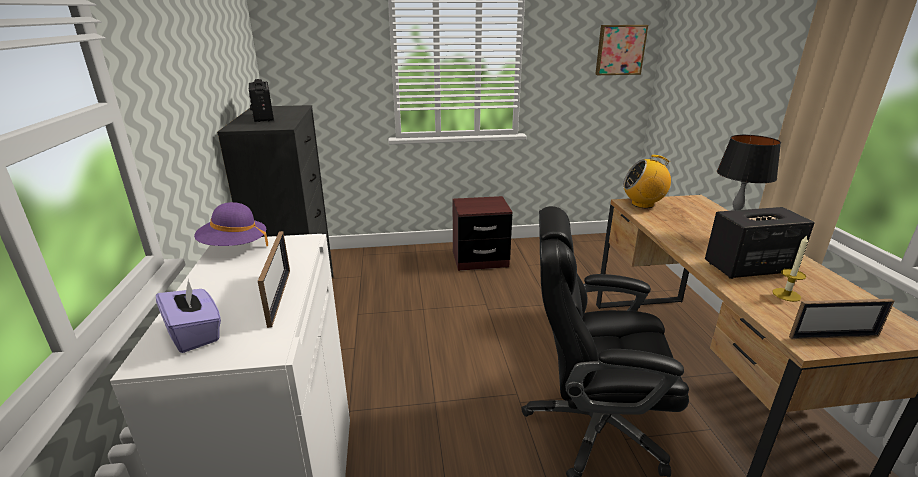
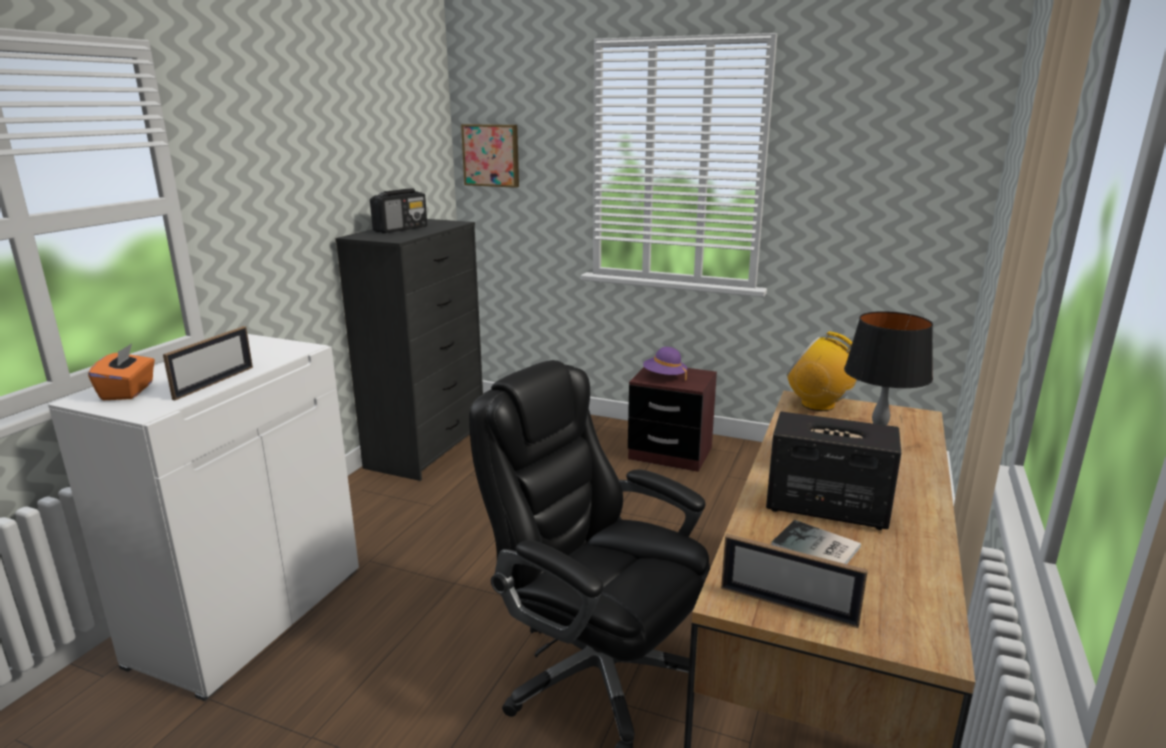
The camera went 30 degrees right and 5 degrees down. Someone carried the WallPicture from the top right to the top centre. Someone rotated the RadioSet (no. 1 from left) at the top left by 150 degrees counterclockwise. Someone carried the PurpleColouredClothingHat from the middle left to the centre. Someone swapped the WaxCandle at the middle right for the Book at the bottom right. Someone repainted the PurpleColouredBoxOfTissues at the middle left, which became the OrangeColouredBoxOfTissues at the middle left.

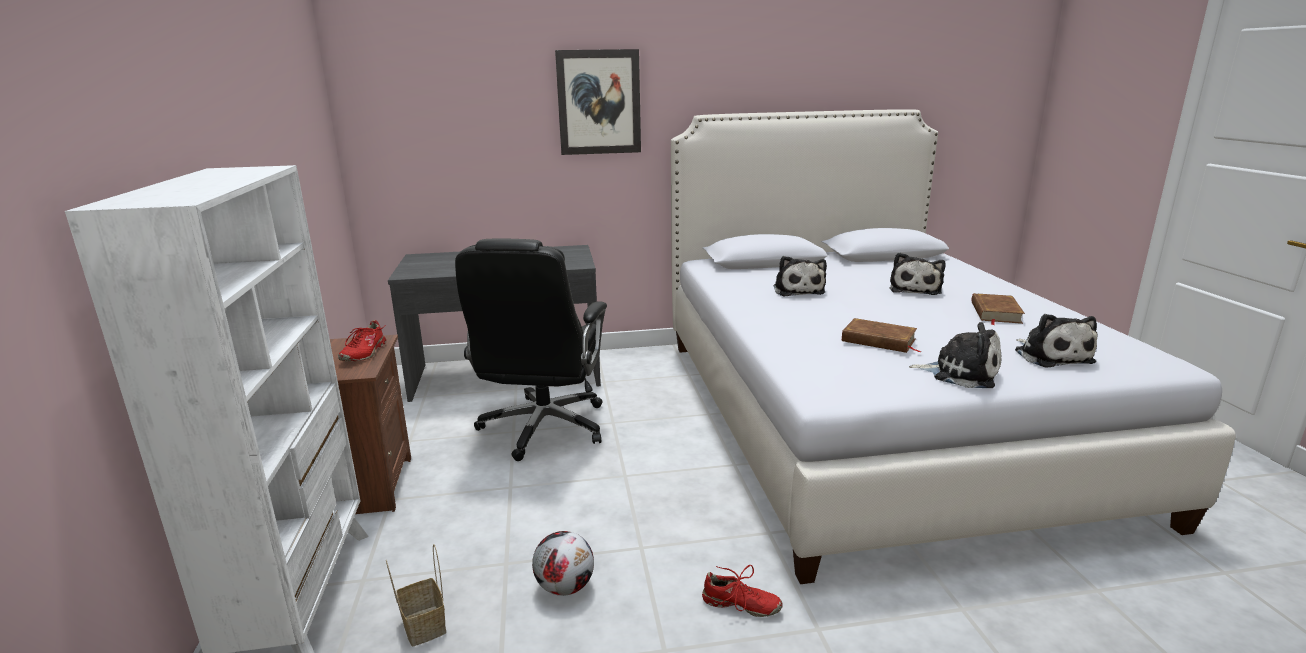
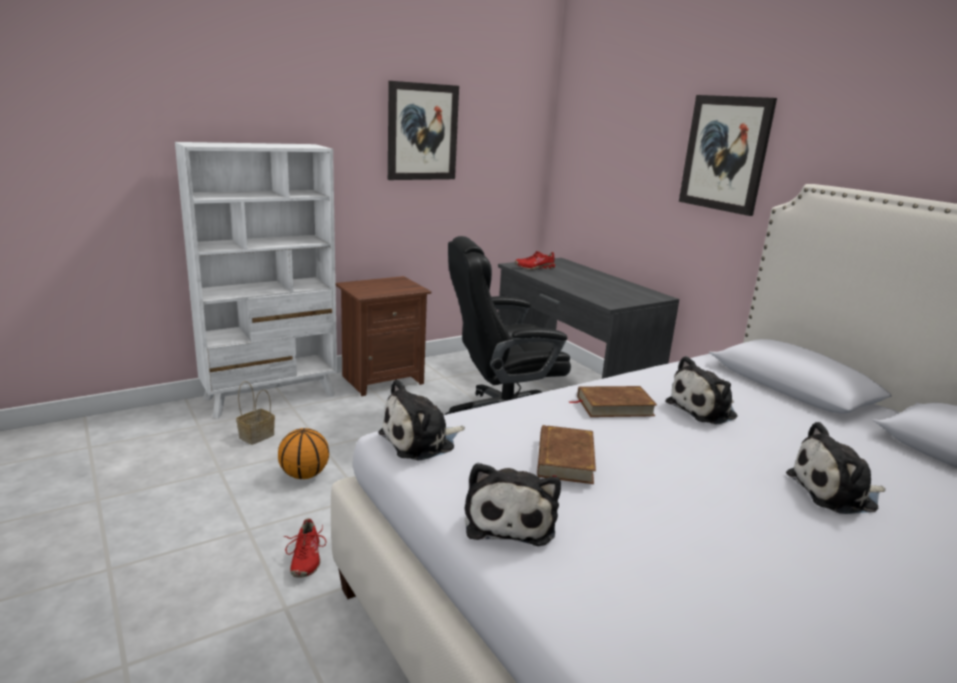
The camera went 65 degrees right and 0 degrees up. Someone carried the BrownColouredBook (no. 2 from left) from the middle right to the centre. Someone carried the SoftToy (no. 4 from left in the first image) from the middle right to the centre. Someone carried the RedLowShoe (no. 1 from left in the first image) from the middle left to the centre. Someone swapped the Football at the bottom centre for the BallForBasketball at the middle left. Someone put up the WallPicture (no. 1 from left) at the top centre.

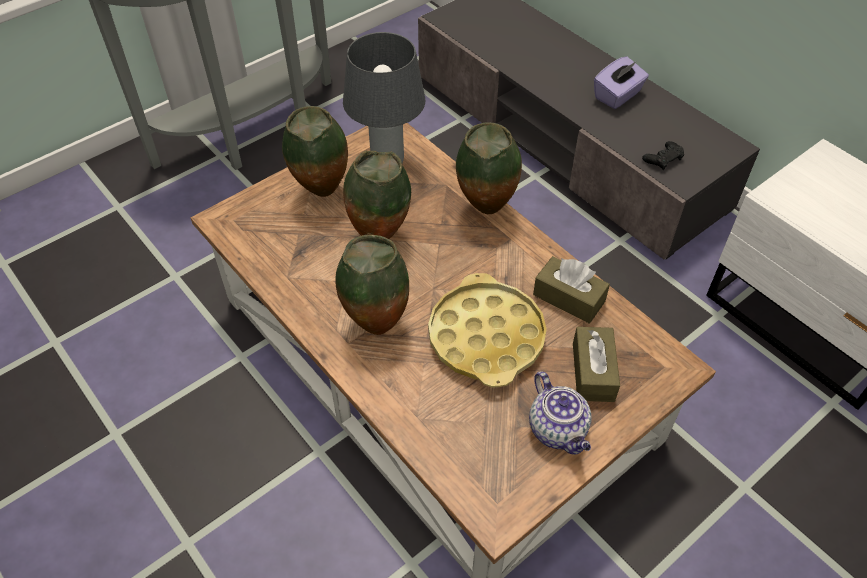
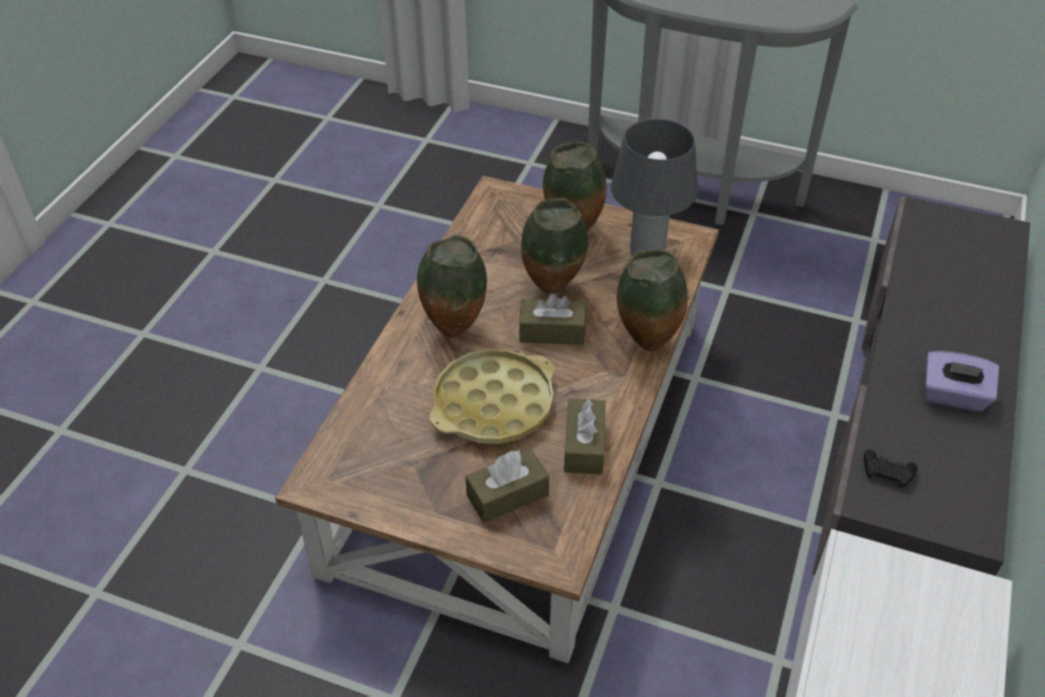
The camera went 60 degrees right and 5 degrees down. Someone took away the Teapot at the bottom centre. Someone put down the BrownColouredBoxOfTissues (no. 2 from left) at the centre.

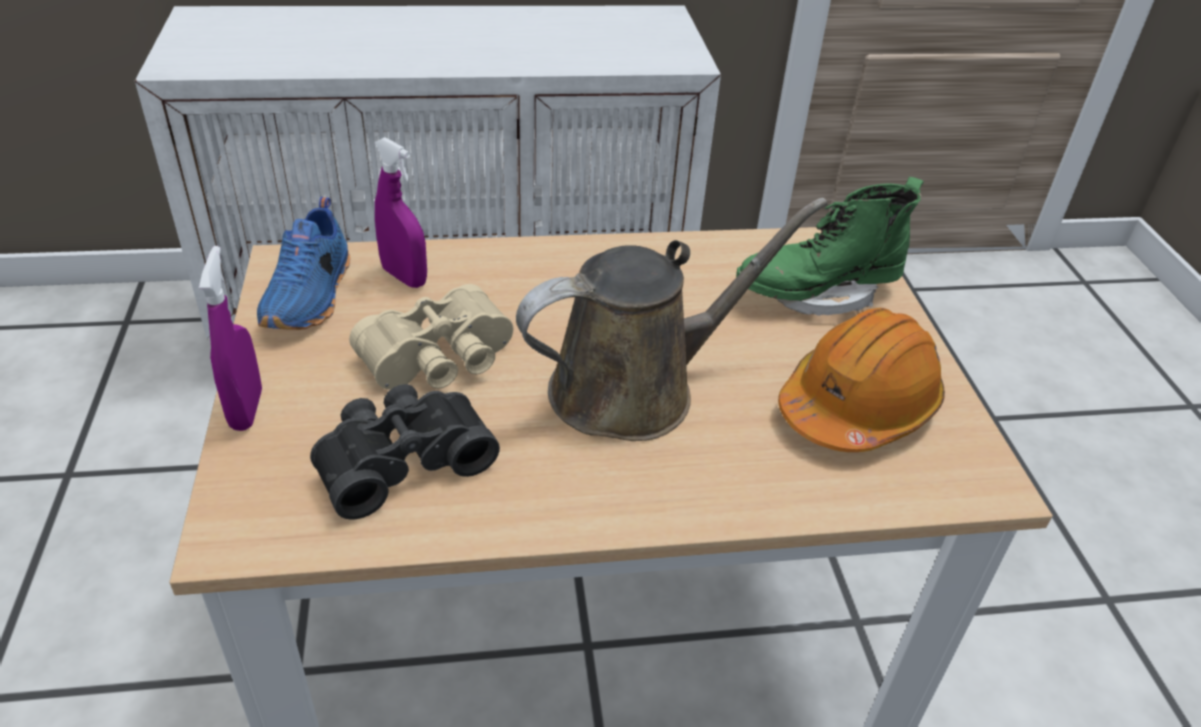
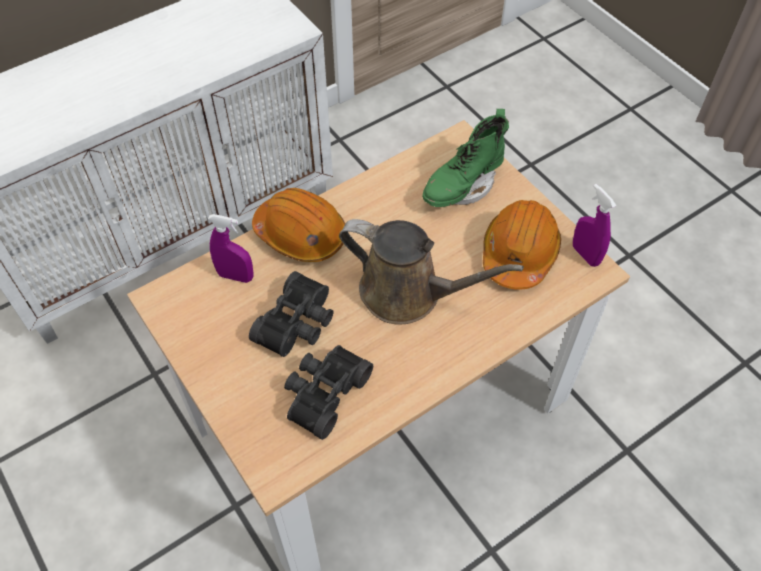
The camera went 25 degrees left and 15 degrees up. Someone took away the BlueLowShoe at the middle left. Someone rotated the BrownColouredSprinklingCan at the centre by 75 degrees clockwise. Someone carried the PurpleColouredHandSprayer (no. 1 from left in the first image) from the middle left to the middle right. Someone repainted the BeigeFieldGlasses at the centre, which became the BlackishFieldGlasses (no. 1 from left) at the centre. Someone put down the OrangeColouredSafetyHelmet (no. 1 from left) at the centre.

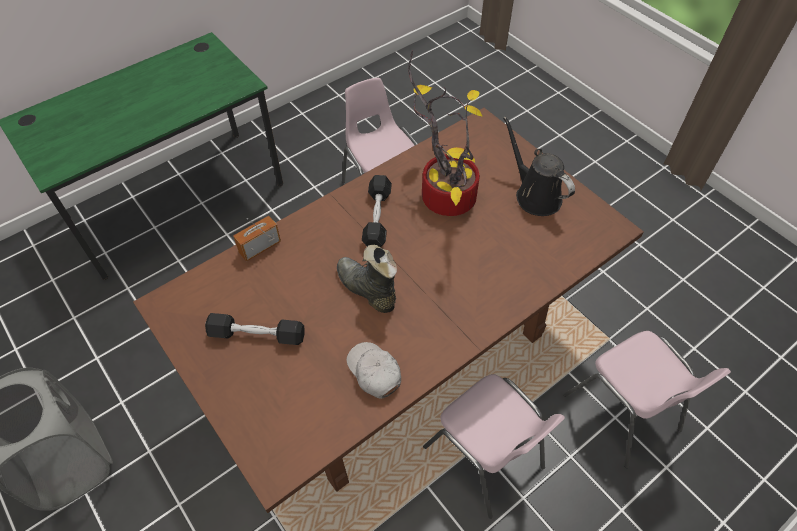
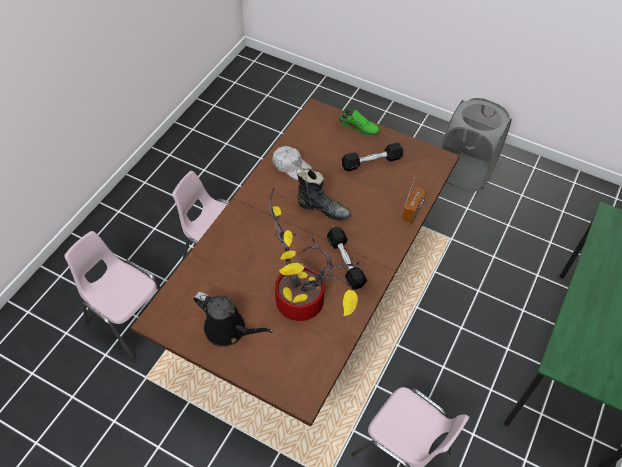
The camera went 155 degrees right and 0 degrees up. Someone put down the GreenishLowShoe at the top centre.

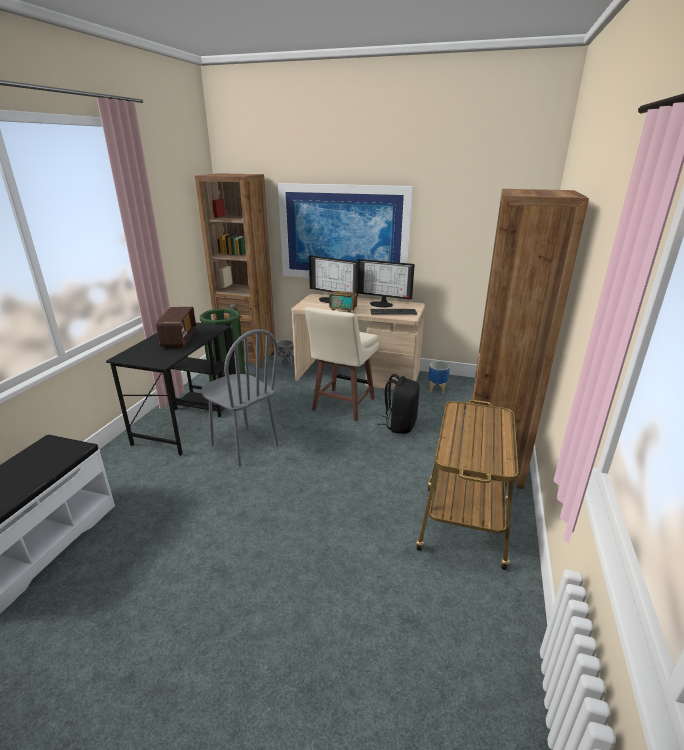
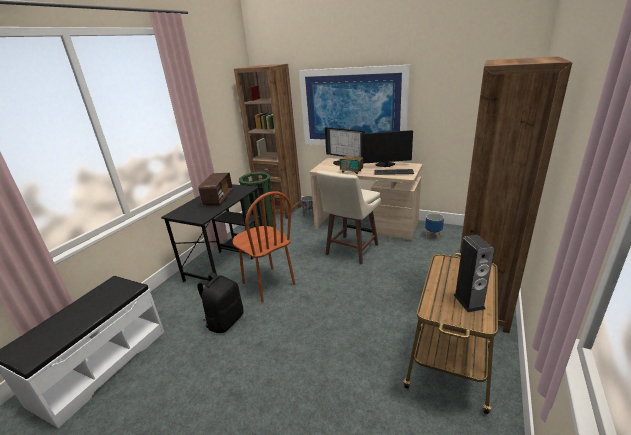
The camera went 10 degrees right and 0 degrees up. Someone rotated the ComputerDisplay (no. 2 from left) at the centre by 150 degrees clockwise. Someone repainted the GreyishChair at the centre, which became the BrownColouredChair at the centre. Someone carried the BlackishBackpack from the centre to the bottom centre. Someone put down the Speaker at the middle right.

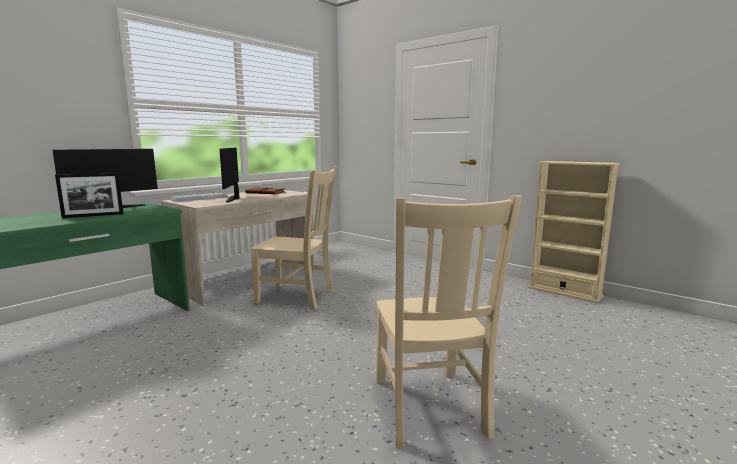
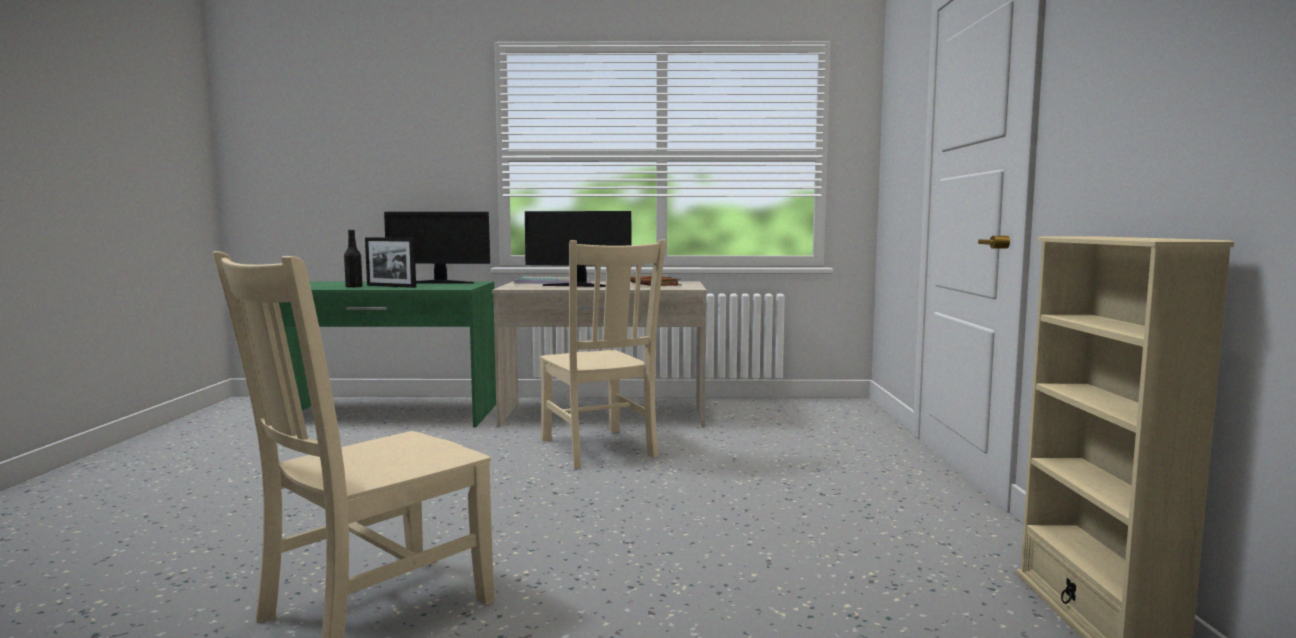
The camera went 50 degrees right and 5 degrees down. Someone rotated the ComputerDisplay (no. 2 from left) at the middle left by 120 degrees counterclockwise. Someone put down the BlackishBottle at the middle left.

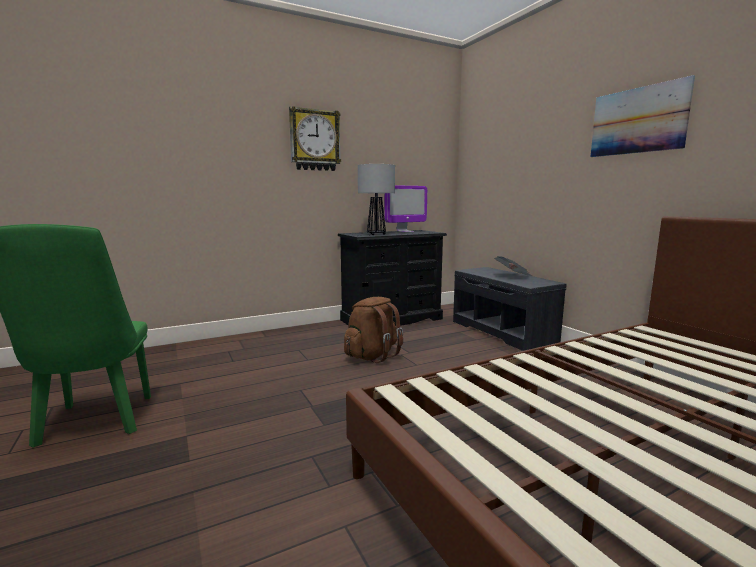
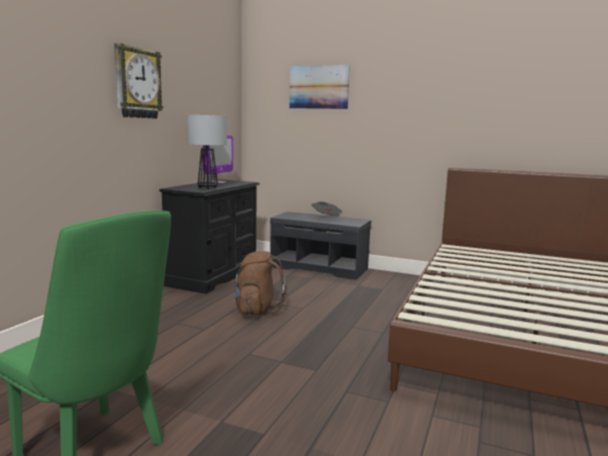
The camera went 40 degrees left and 0 degrees up. Someone carried the WallPicture from the top right to the top centre.

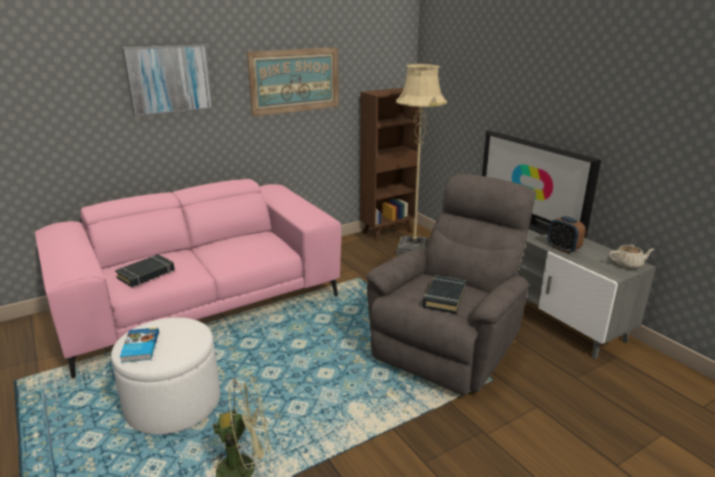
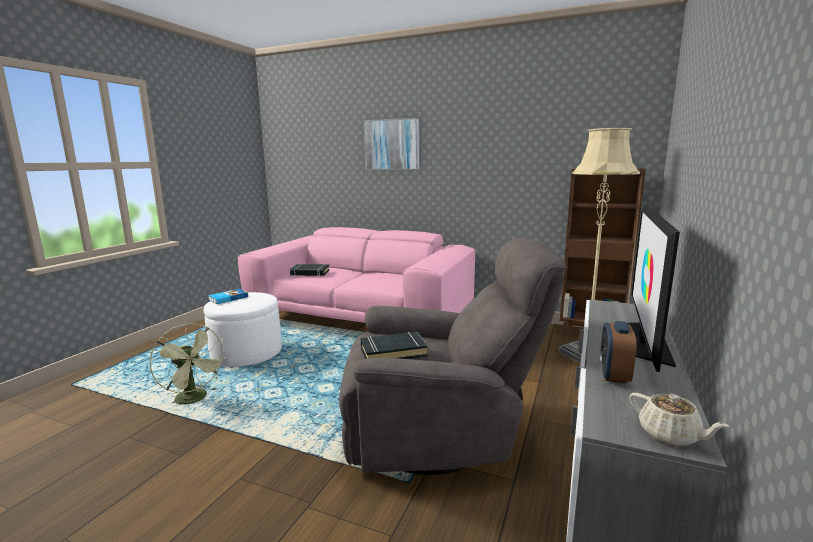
The camera went 55 degrees right and 10 degrees down. Someone took away the WallPicture (no. 2 from left) at the top centre.

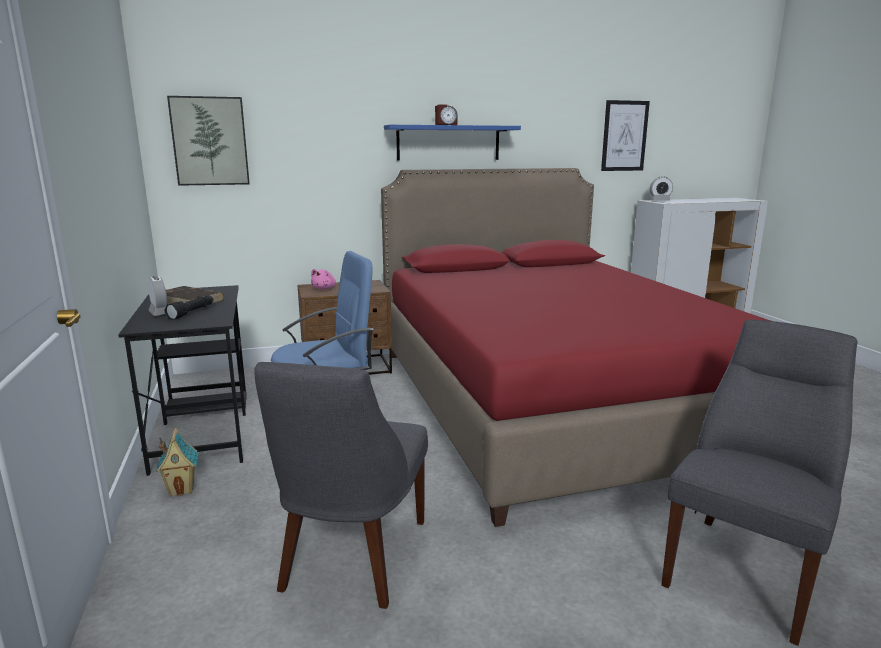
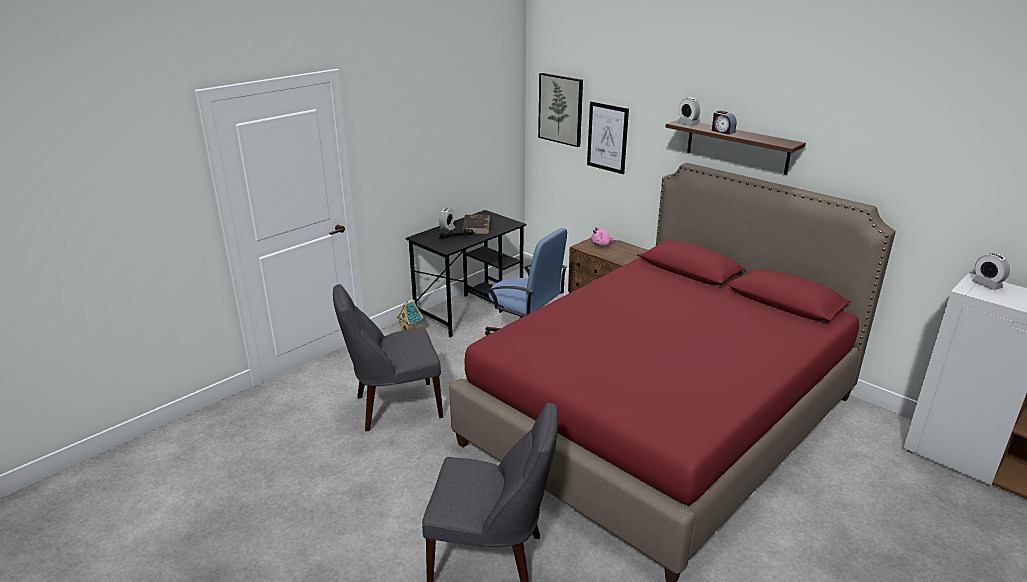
The camera went 60 degrees right and 10 degrees up. Someone carried the WallPicture (no. 2 from left) from the top right to the top centre. Someone repainted the BlueWallShelf at the top centre, which became the BrownColouredWallShelf at the top right. Someone put down the AlarmClock (no. 2 from left) at the top right.

